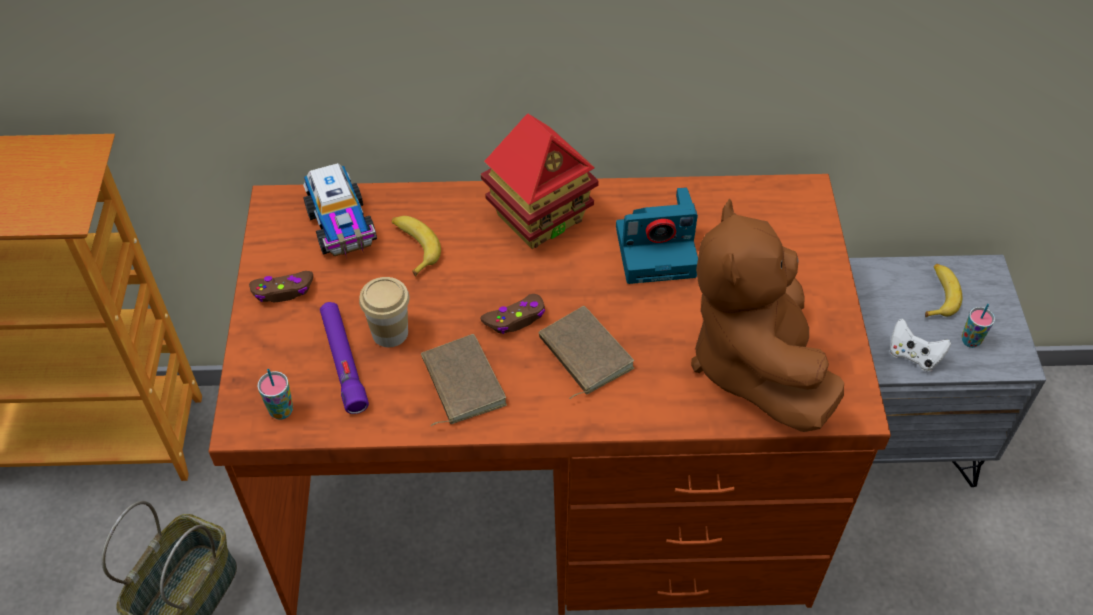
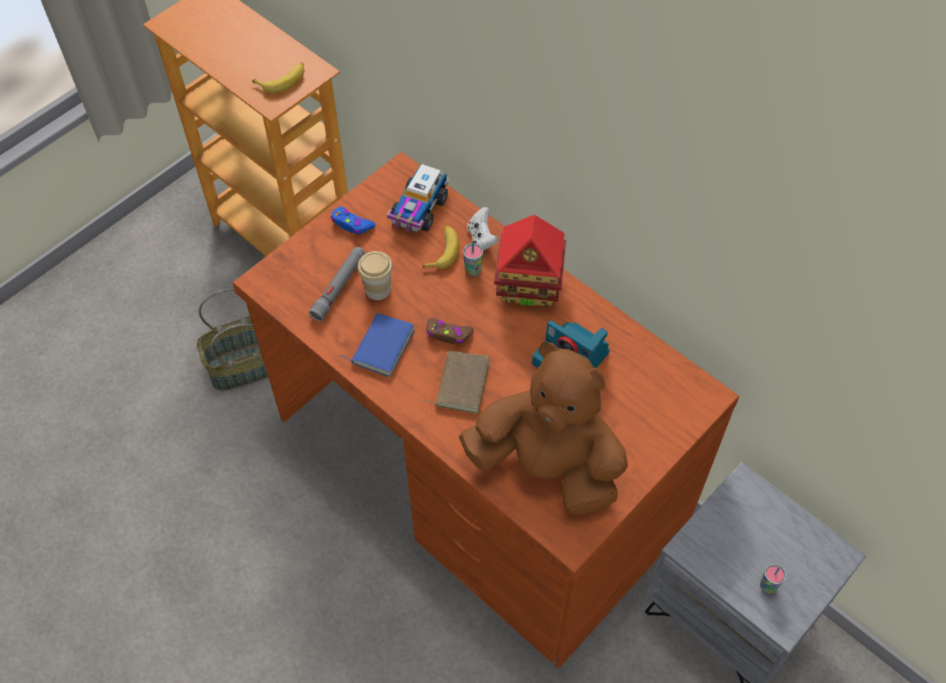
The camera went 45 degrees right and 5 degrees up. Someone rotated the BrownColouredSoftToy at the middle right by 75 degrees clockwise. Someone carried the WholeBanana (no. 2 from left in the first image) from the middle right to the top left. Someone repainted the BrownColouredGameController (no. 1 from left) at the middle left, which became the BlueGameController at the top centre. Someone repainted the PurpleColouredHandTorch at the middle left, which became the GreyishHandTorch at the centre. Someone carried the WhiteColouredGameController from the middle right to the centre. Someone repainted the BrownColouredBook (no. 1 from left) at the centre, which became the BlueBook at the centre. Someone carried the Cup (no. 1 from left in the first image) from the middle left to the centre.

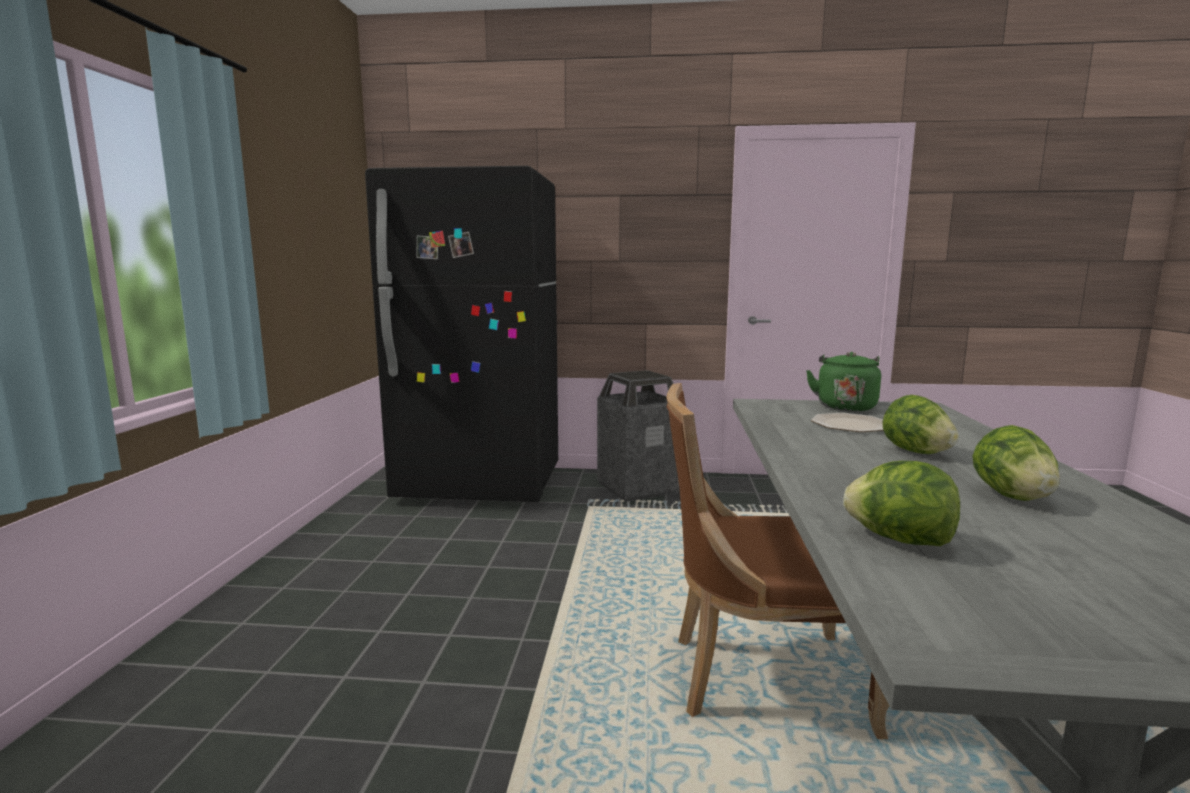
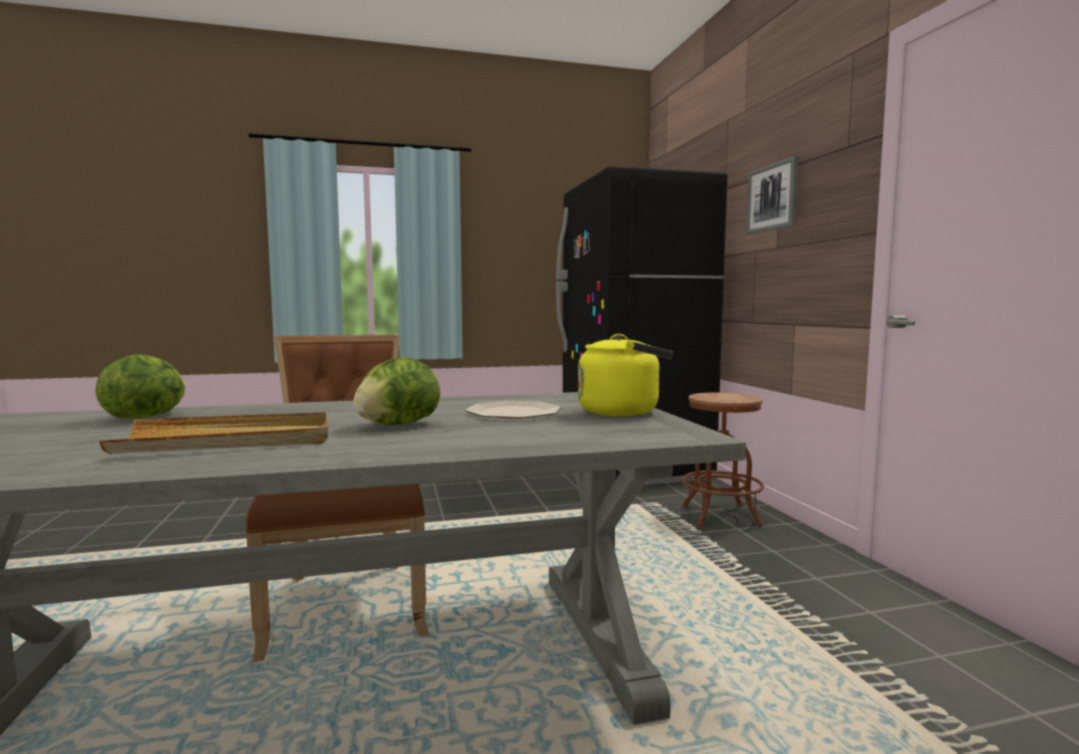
The camera went 70 degrees right and 5 degrees down. Someone repainted the GreenishTeaKettle at the middle right, which became the YellowTeaKettle at the centre. Someone swapped the WasteBin at the centre for the BrownColouredStoolSeat at the middle right. Someone swapped the Lettuce (no. 3 from left) at the middle right for the BeigeServingTray at the middle left. Someone put up the WallPicture at the top right.

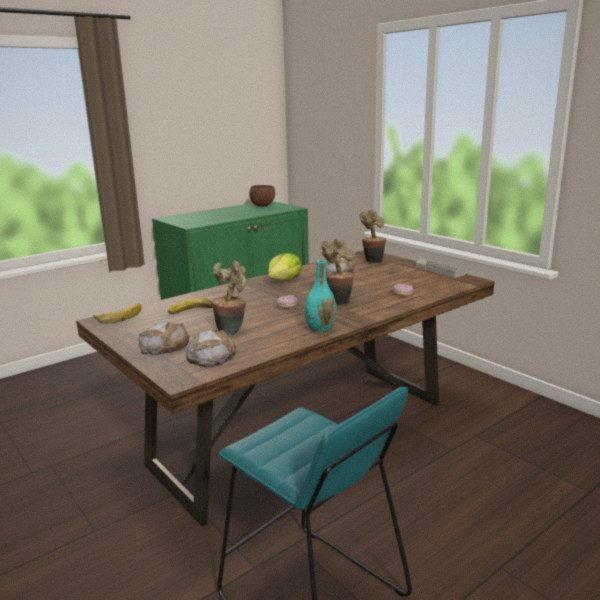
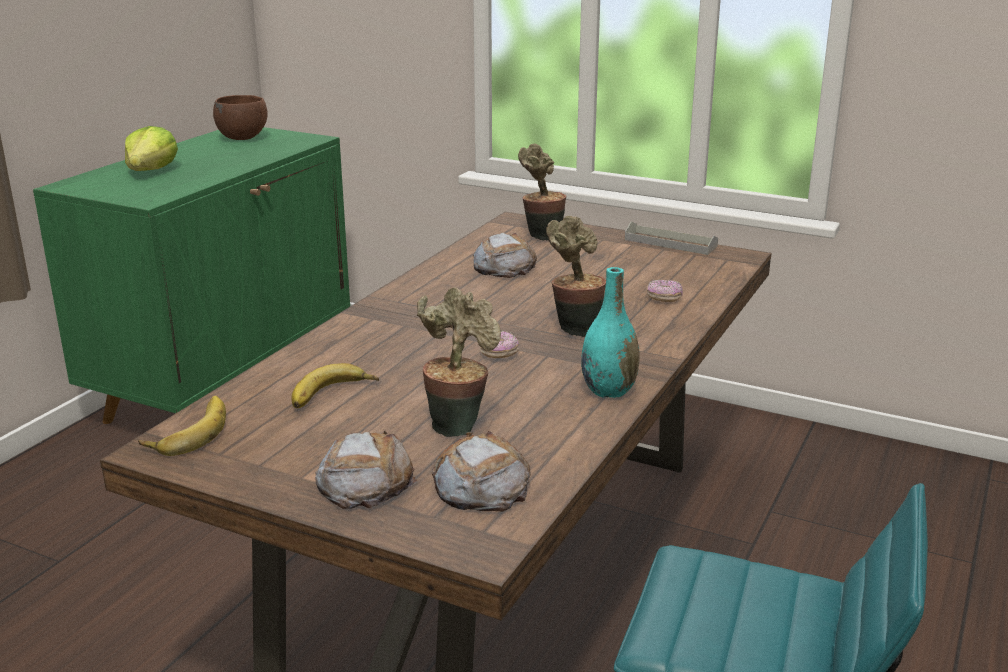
The camera went 25 degrees left and 5 degrees up. Someone carried the Lettuce from the centre to the top left.

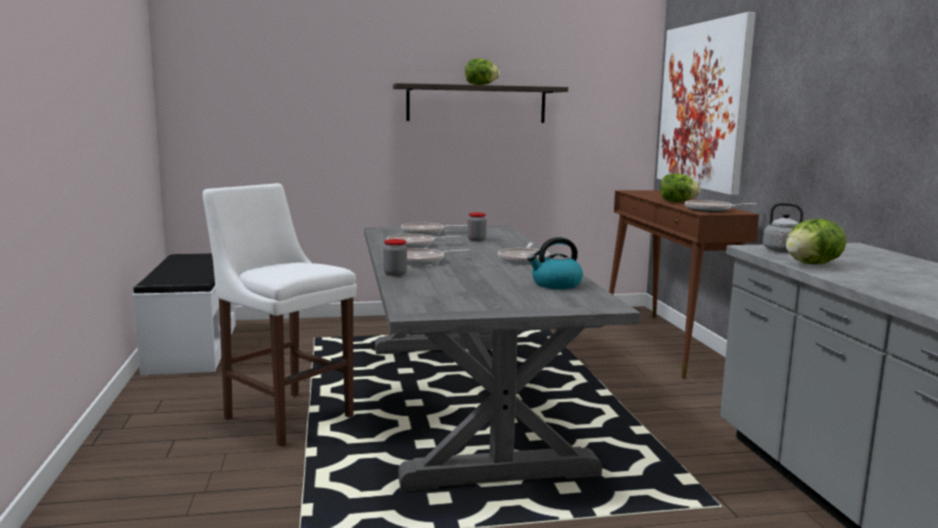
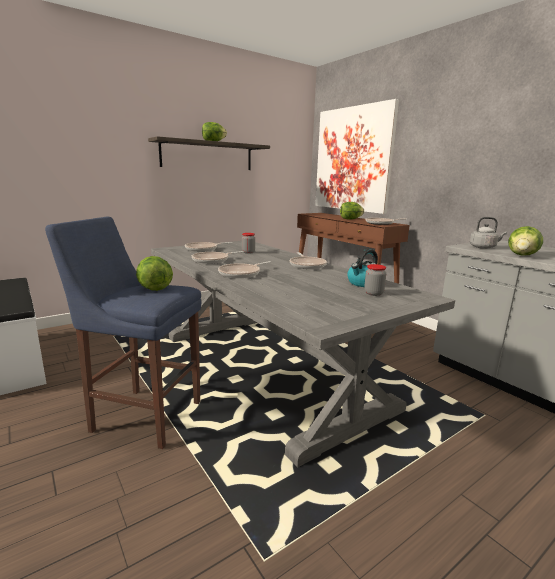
The camera went 25 degrees left and 5 degrees up. Someone repainted the WhiteColouredStoolSeat at the middle left, which became the BlueStoolSeat at the middle left. Someone carried the PreserveJar (no. 1 from left in the first image) from the centre to the middle right. Someone put down the Lettuce (no. 1 from left) at the middle left.

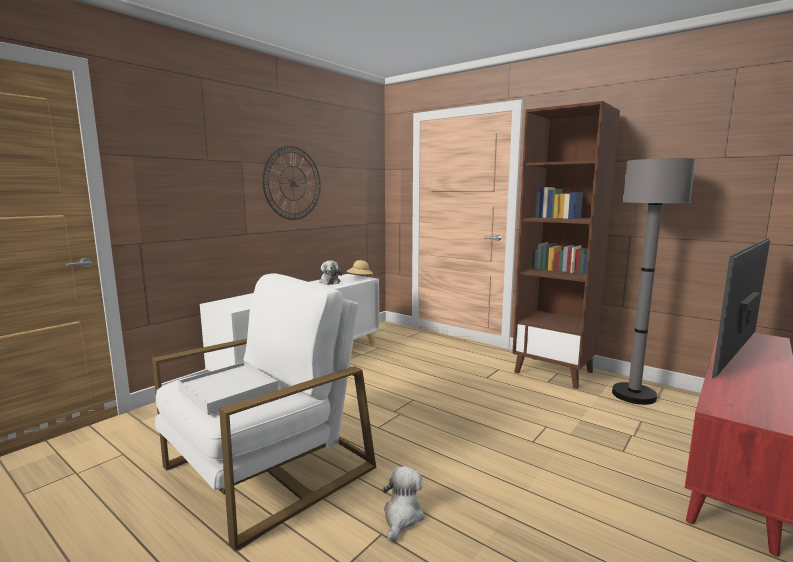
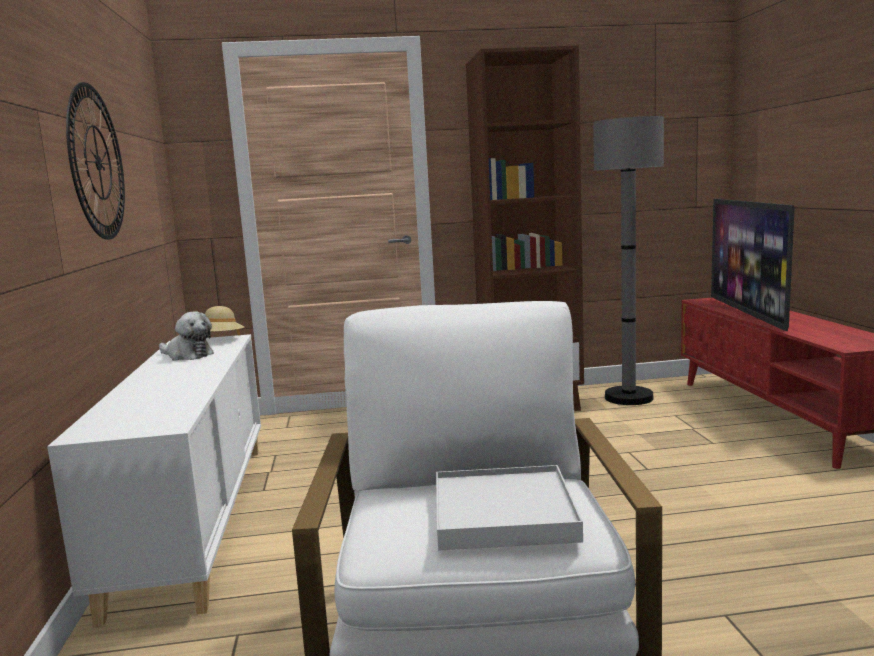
The camera went 45 degrees left and 0 degrees up. Someone took away the SoftToy (no. 2 from left) at the bottom centre.

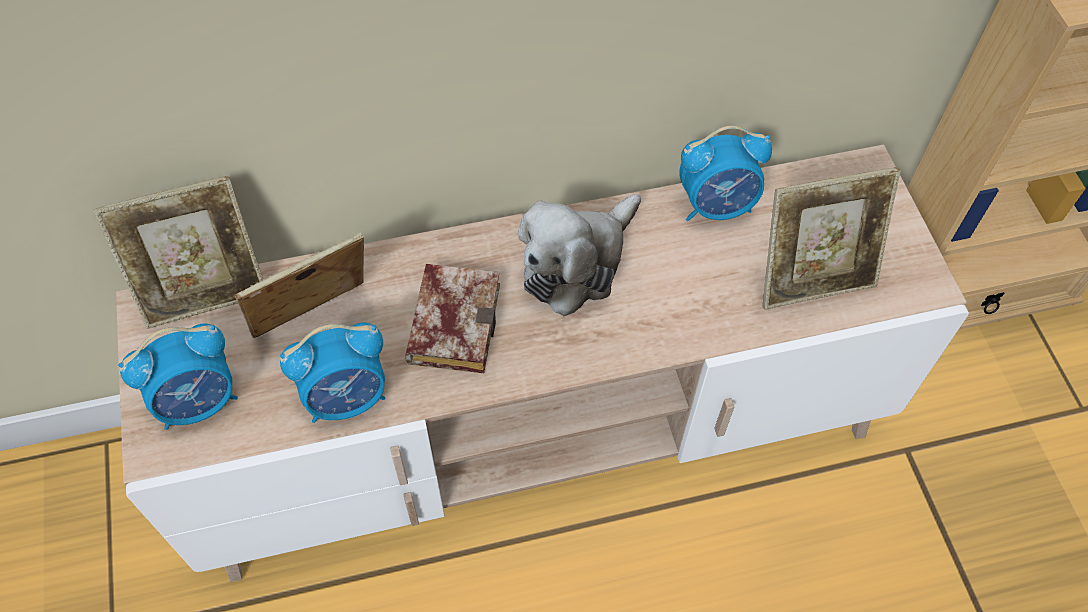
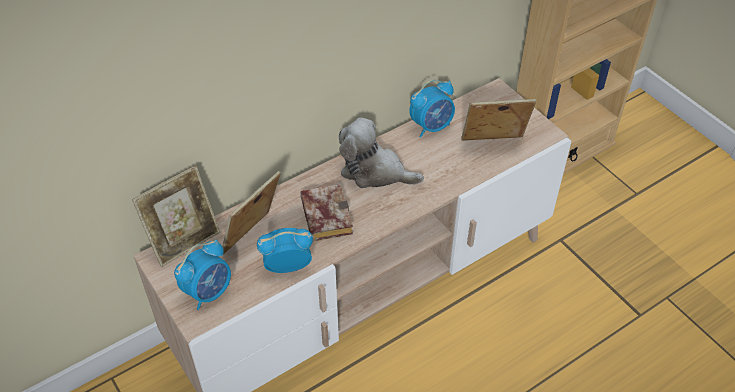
The camera went 20 degrees left and 10 degrees down. Someone rotated the StandingFrame (no. 3 from left) at the middle right by 150 degrees counterclockwise. Someone rotated the SoftToy at the centre by 90 degrees clockwise. Someone rotated the AlarmClock (no. 2 from left) at the middle left by 150 degrees counterclockwise.

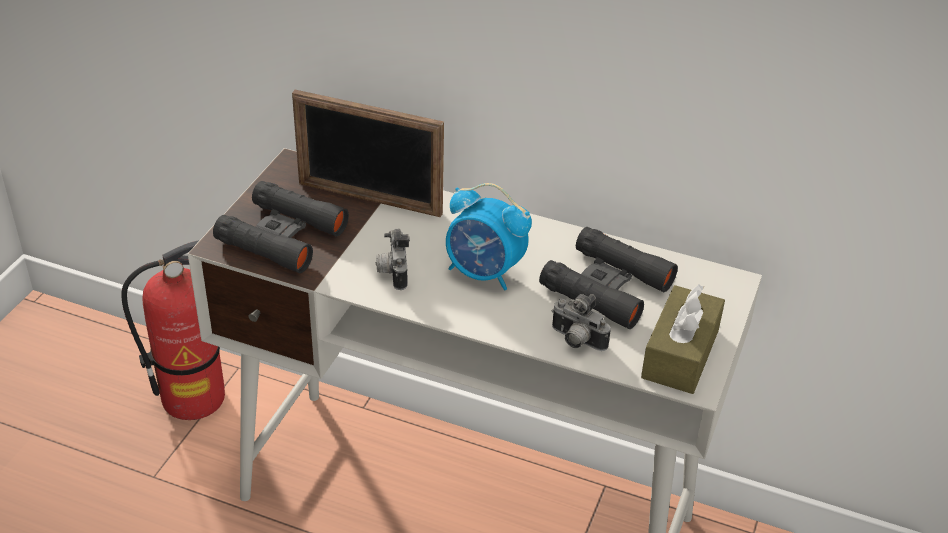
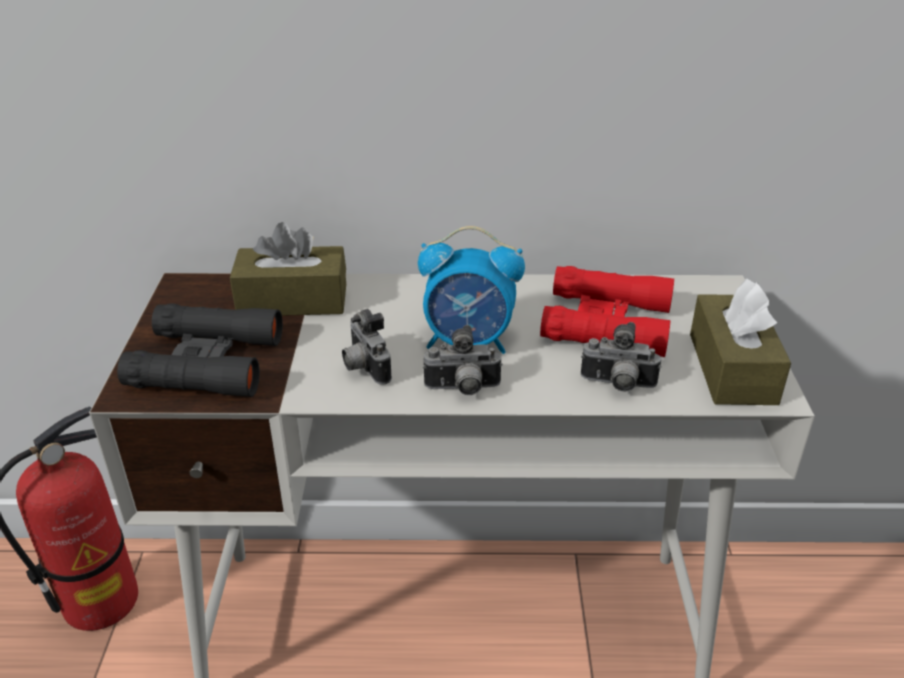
The camera went 20 degrees left and 5 degrees down. Someone swapped the StandingFrame at the top centre for the BrownColouredBoxOfTissues (no. 1 from left) at the middle left. Someone repainted the BlackishFieldGlasses (no. 2 from left) at the centre, which became the RedFieldGlasses at the middle right. Someone put down the PhotoCamera (no. 2 from left) at the centre.

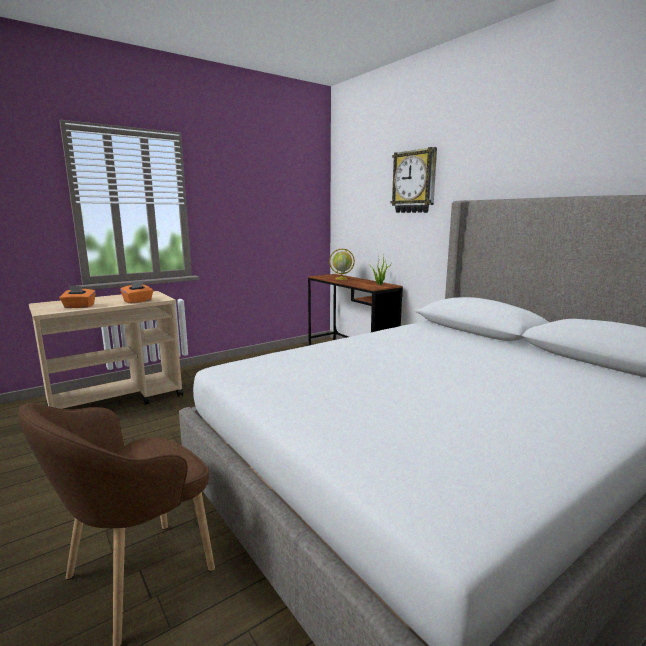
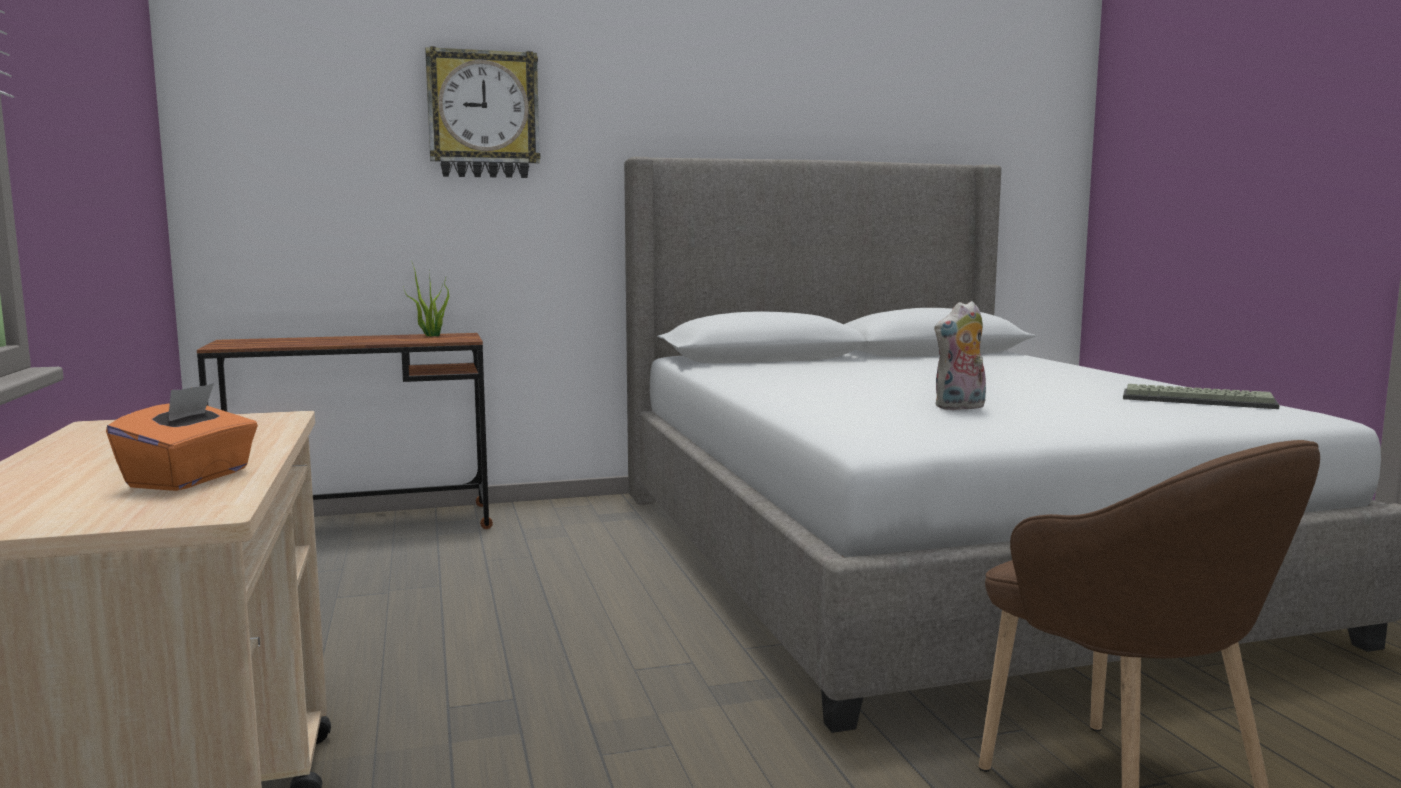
The camera went 70 degrees left and 5 degrees down. Someone took away the WorldGlobe at the centre. Someone took away the OrangeColouredBoxOfTissues (no. 2 from left) at the middle left. Someone put down the SoftToy at the middle right. Someone put down the Keyboard at the middle right.

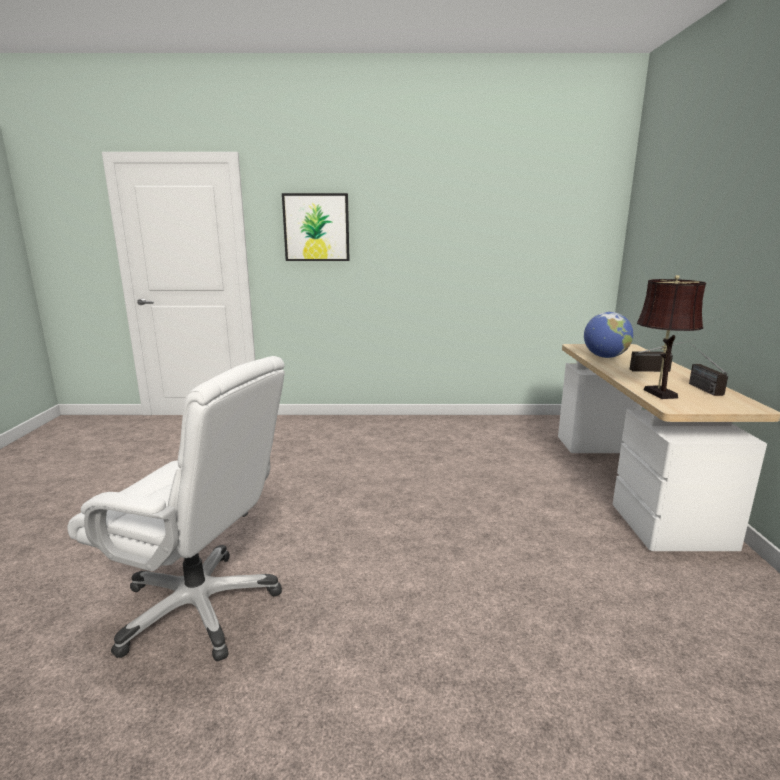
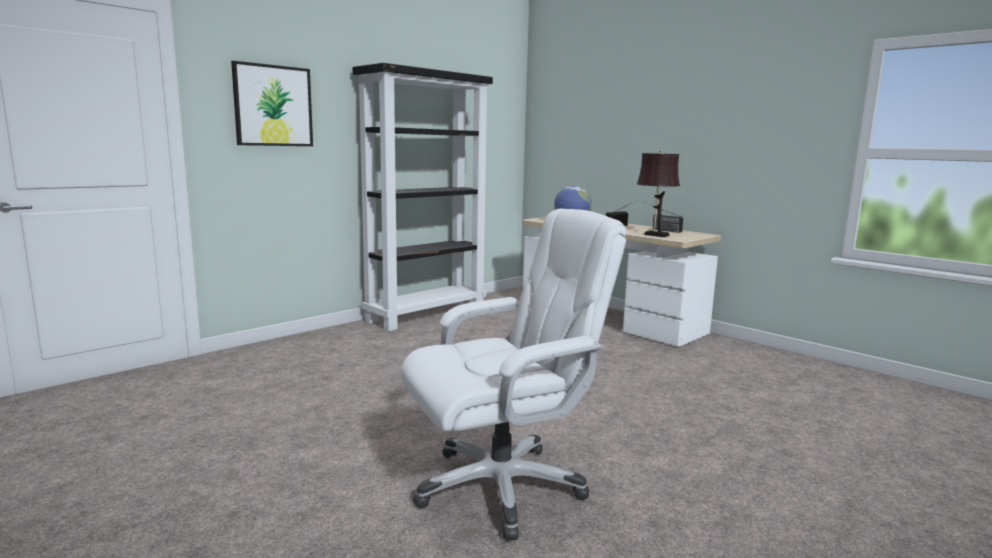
The camera went 45 degrees left and 5 degrees down. Someone put down the BlackishShelvingUnit at the centre.

